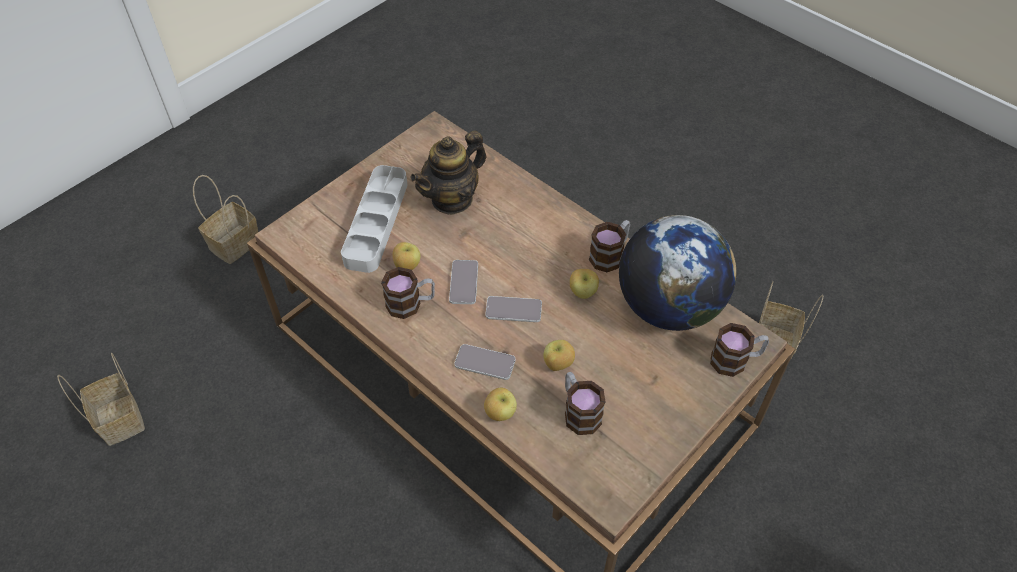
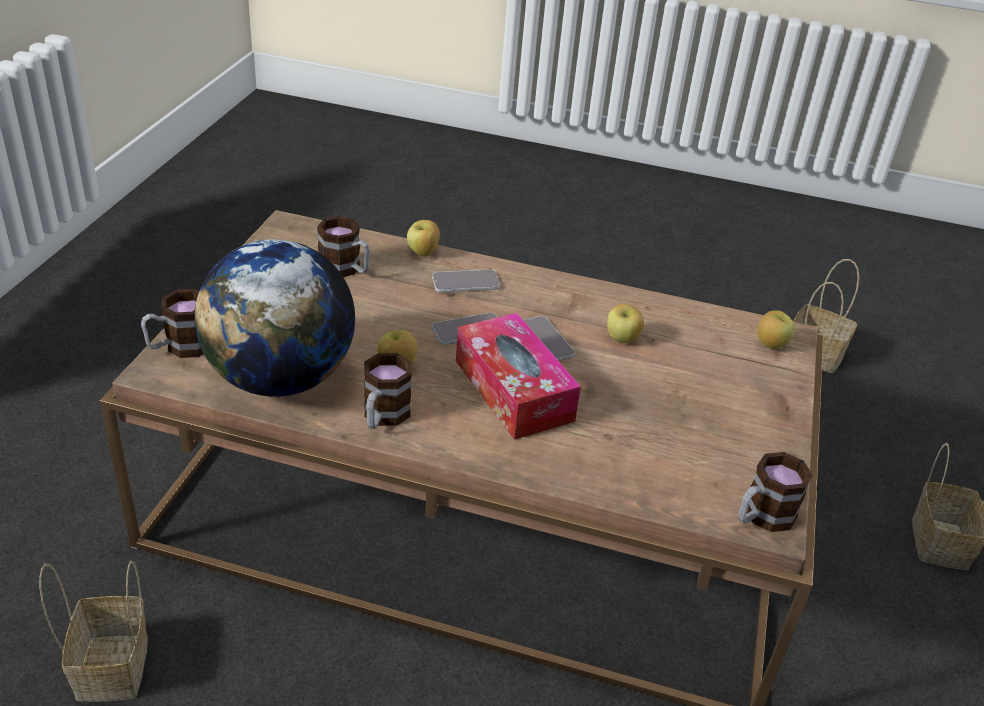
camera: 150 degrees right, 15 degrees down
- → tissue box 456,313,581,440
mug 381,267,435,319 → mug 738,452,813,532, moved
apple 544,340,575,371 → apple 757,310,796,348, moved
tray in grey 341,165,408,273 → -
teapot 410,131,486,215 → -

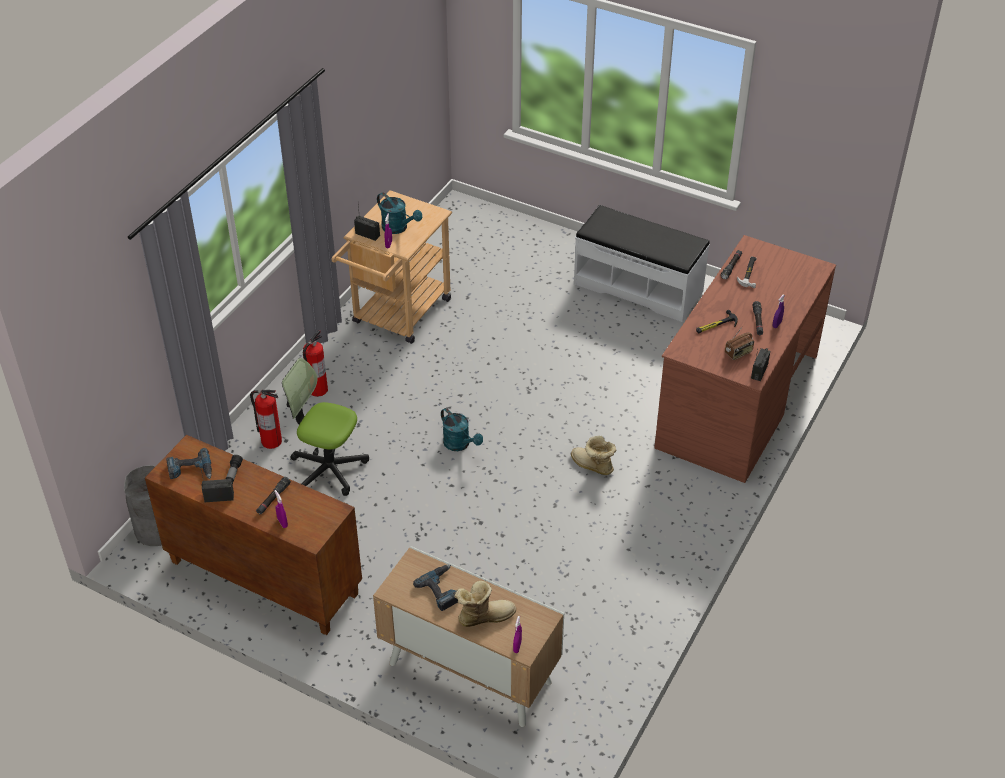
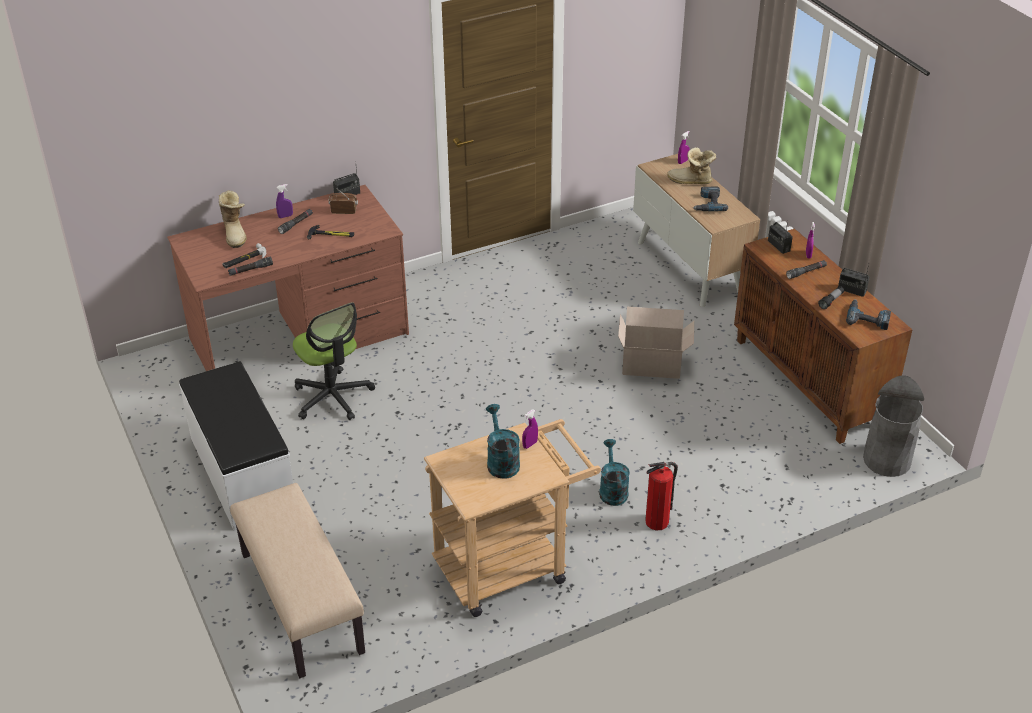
camera: 145 degrees left, 5 degrees down
boot 571,435,617,475 → boot 219,190,247,248, moved
- → bench in beige 230,483,365,678
office chair 282,358,369,496 → office chair 293,302,375,420, moved
watering can in turquoise 441,408,483,451 → watering can in turquoise 599,439,630,506, moved
- → cardboard box 618,307,694,379
radio 354,205,380,241 → radio 768,220,793,254, moved
fire extinguisher 250,390,282,449 → -

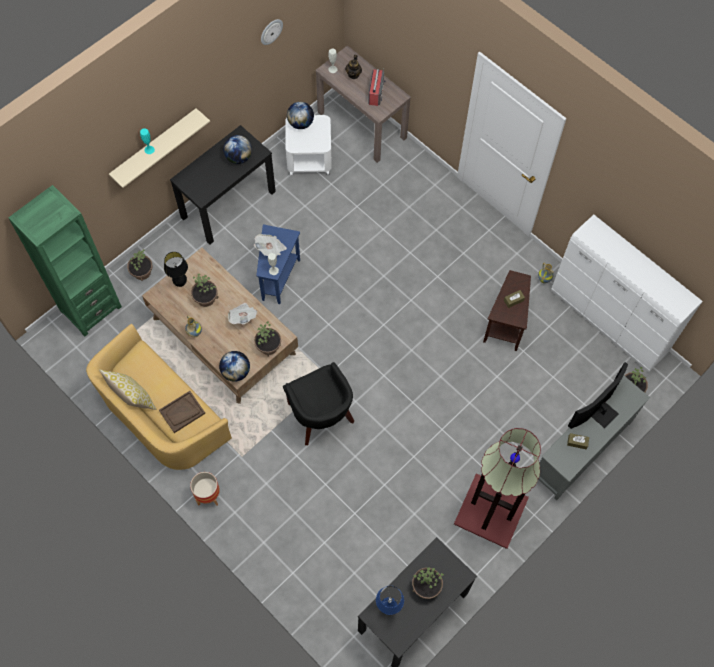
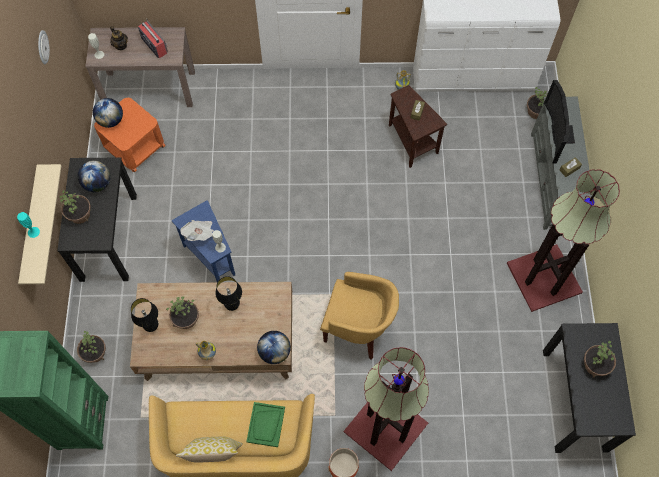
camera: 45 degrees left, 0 degrees up
potted plant 254,321,281,357 → potted plant 59,190,91,224, moved
side table in white 285,115,332,175 → side table in orange 94,98,166,172
newspaper 228,303,257,325 → table lamp in black 215,276,242,311
tray in brown 159,391,205,433 → tray in green 246,402,285,447
armchair in black 283,362,354,445 → armchair in yellow 320,272,399,360
- → floor lamp 344,347,429,471
table lamp in blue 376,586,404,615 → -

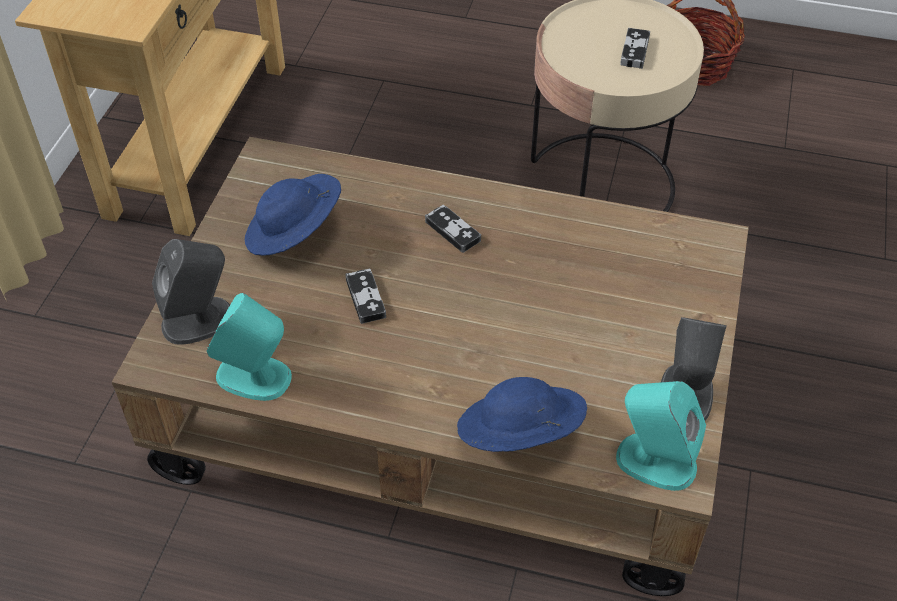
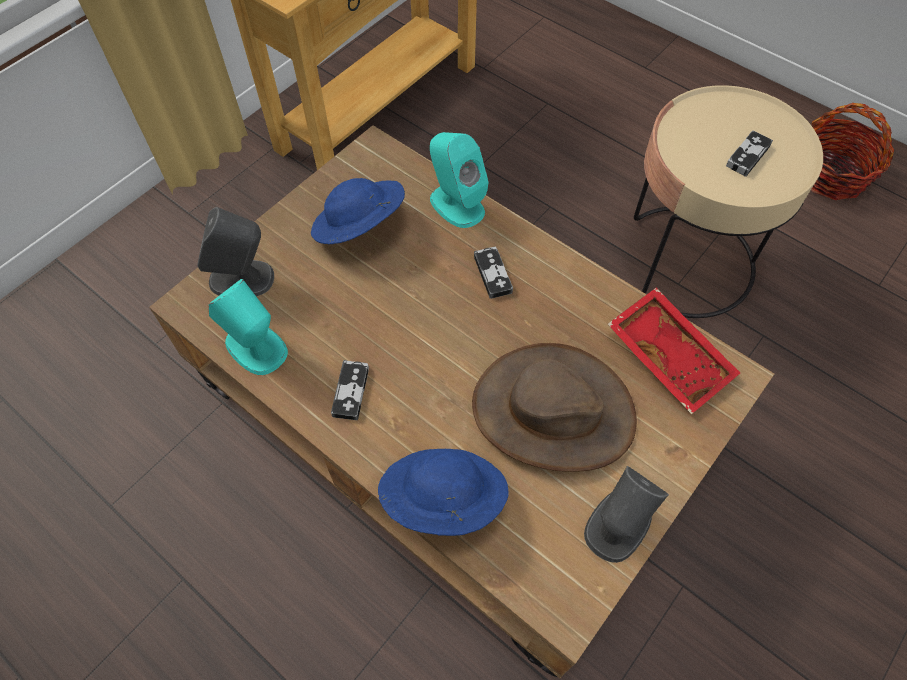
camera: 25 degrees right, 10 degrees up
game controller 345,269,386,324 → game controller 331,360,369,420, moved
speaker in turquoise 616,381,706,491 → speaker in turquoise 430,132,489,228, moved
- → hat in brown 472,343,637,472
- → tray in red 608,287,740,414

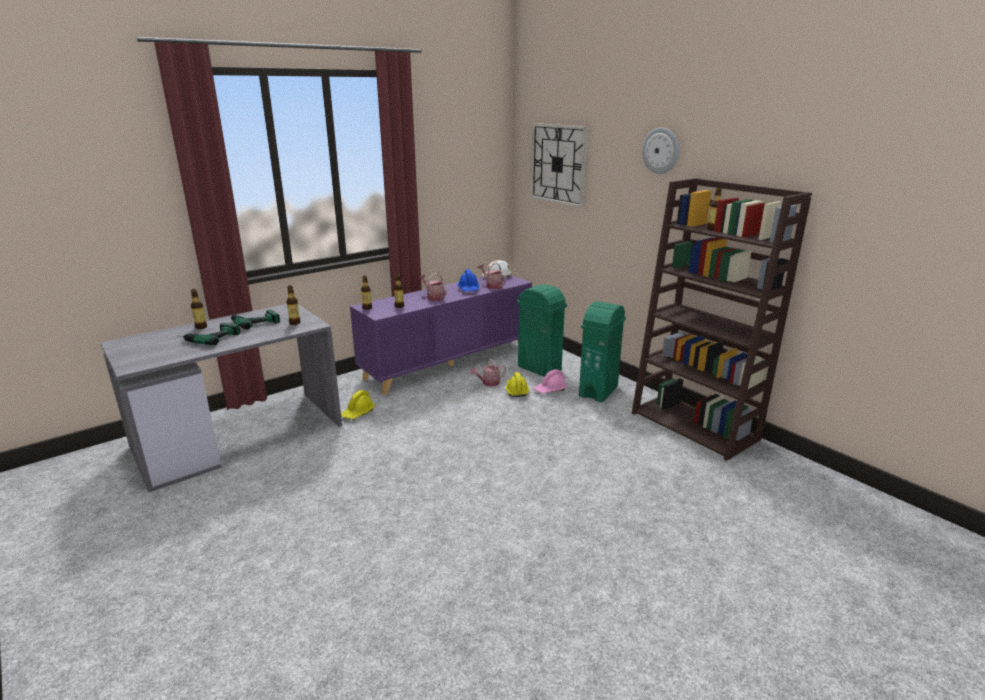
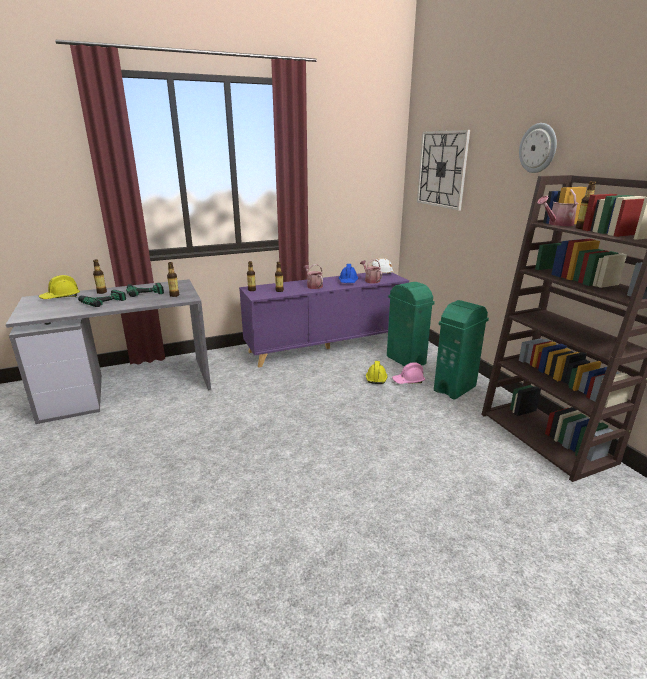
camera: 15 degrees right, 0 degrees up
hard hat in yellow 341,390,375,419 → hard hat in yellow 39,275,80,299, moved
watering can 470,359,506,387 → watering can 537,189,579,226, moved

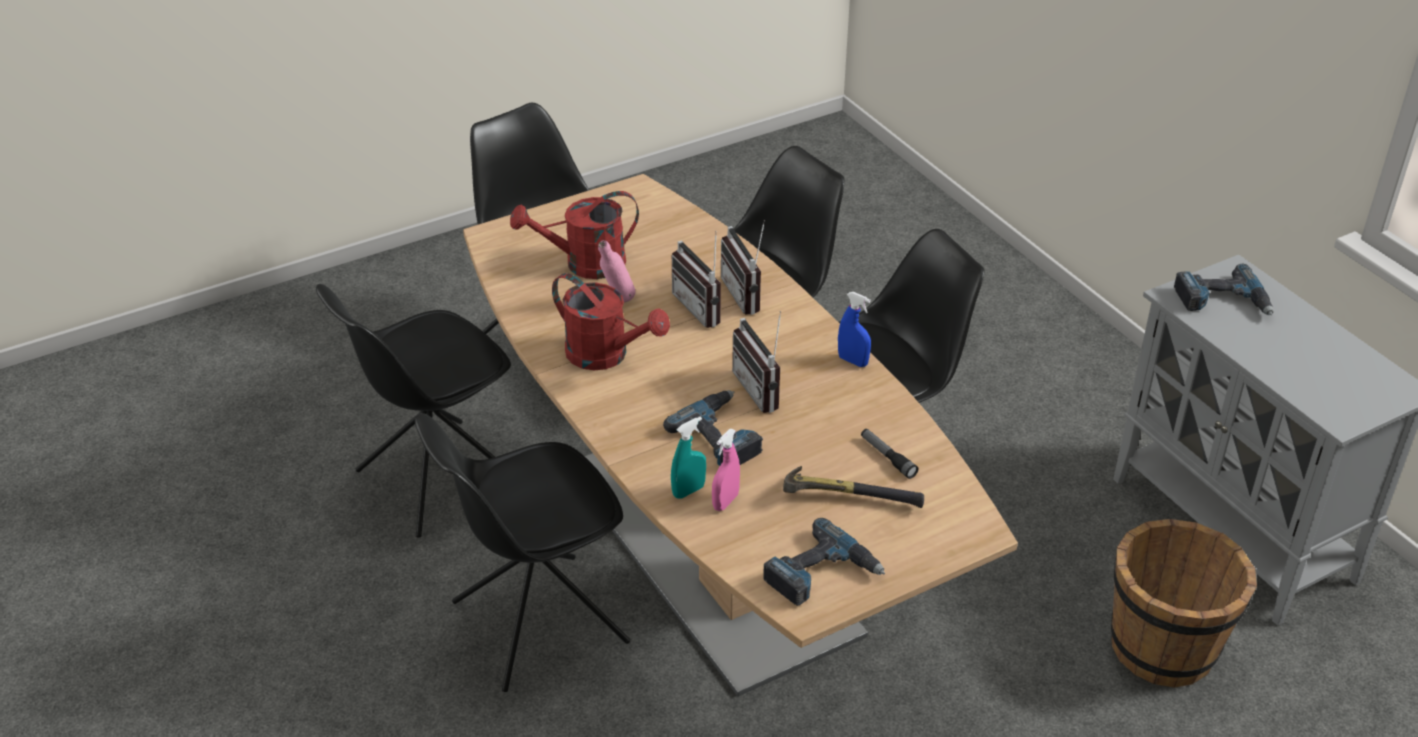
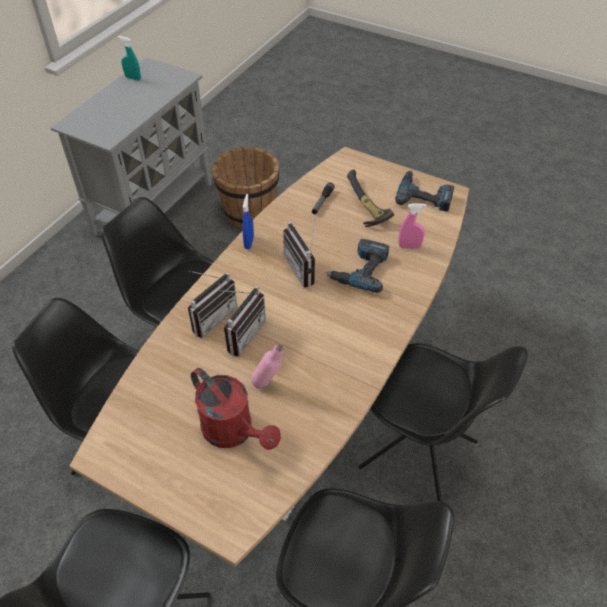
camera: 120 degrees left, 10 degrees up
spray bottle in turquoise 671,416,706,499 → spray bottle in turquoise 118,36,141,81, moved
radio 732,311,781,413 → radio 283,218,316,287, 120 degrees clockwise
watering can in red 552,273,670,370 → -
power drill 1174,264,1273,315 → -

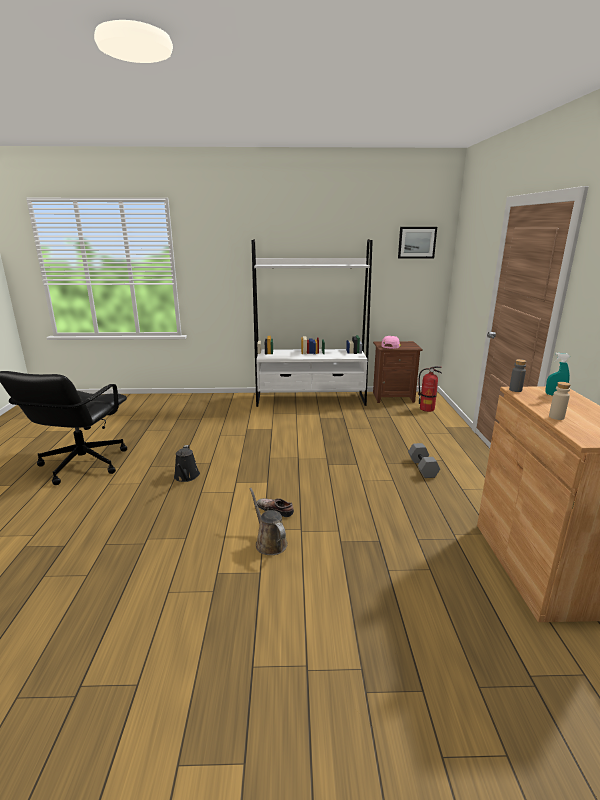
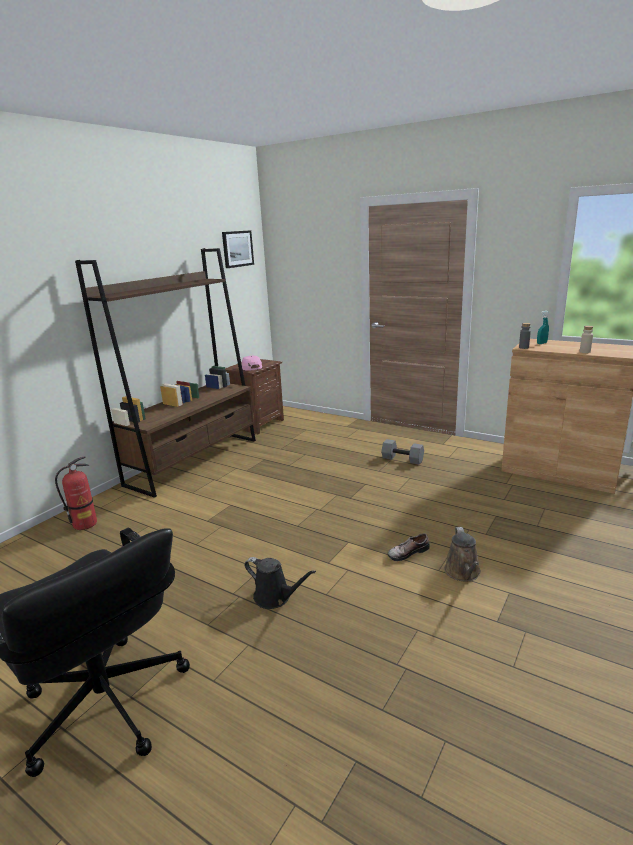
camera: 55 degrees left, 0 degrees up
fire extinguisher 418,366,442,412 → fire extinguisher 55,456,97,530, moved
bookcase in white 252,239,373,407 → bookcase in brown 75,248,256,498
watering can in brown 250,488,287,555 → watering can in brown 444,527,481,581, 90 degrees counterclockwise

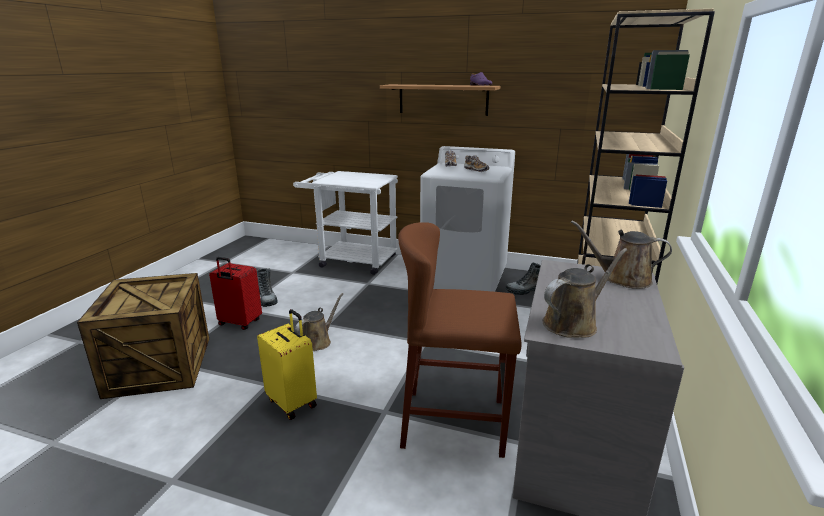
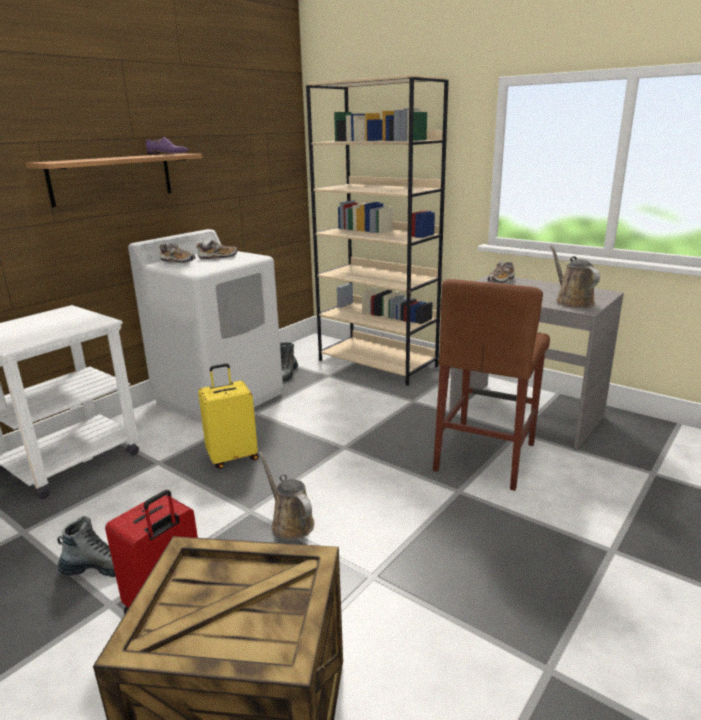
camera: 70 degrees left, 0 degrees up
suitcase in yellow 257,309,317,420 → suitcase in yellow 198,364,259,469, moved
watering can in brown 571,221,672,289 → shoe 487,262,515,283

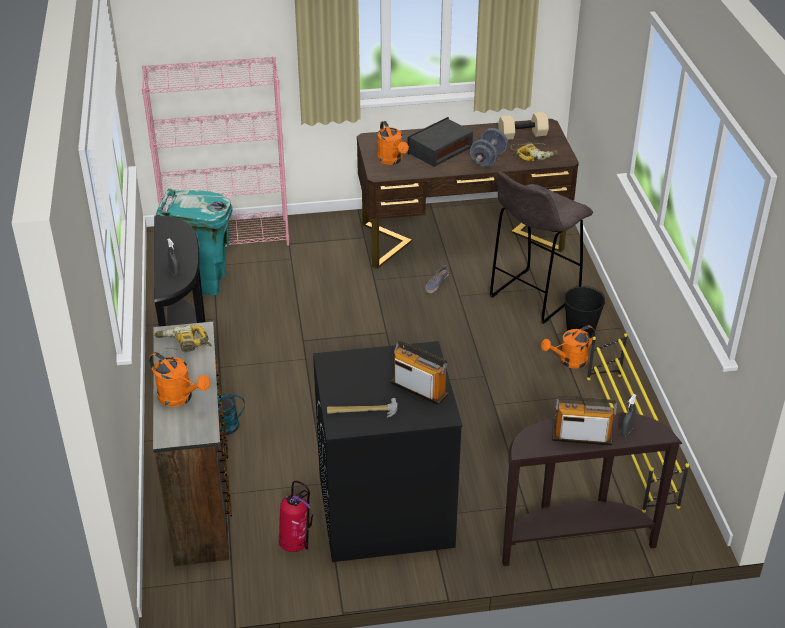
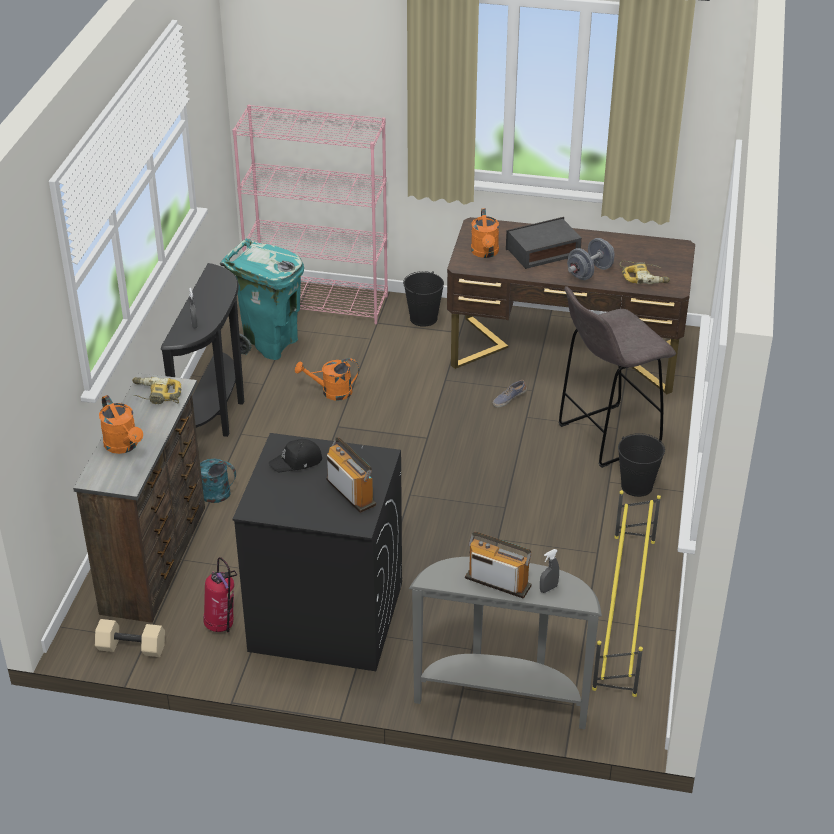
camera: 20 degrees right, 0 degrees up
dumbbell in beige 498,112,549,140 → dumbbell in beige 95,619,165,657, moved
- → cap in black 269,439,322,472
watering can in orange 541,325,595,369 → watering can in orange 295,358,359,401, moved
- → bucket in black 403,271,444,327
console table in brown 502,412,682,566 → console table in grey 409,557,602,729
hammer 327,398,398,418 → -

